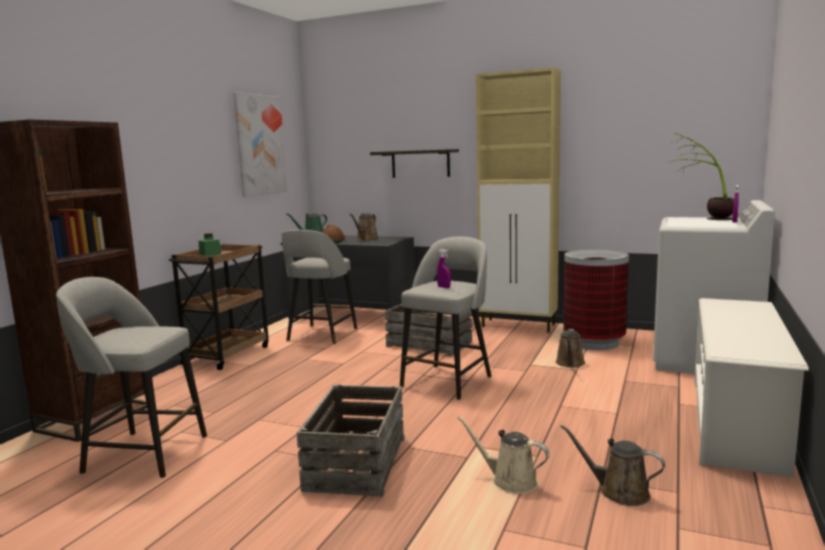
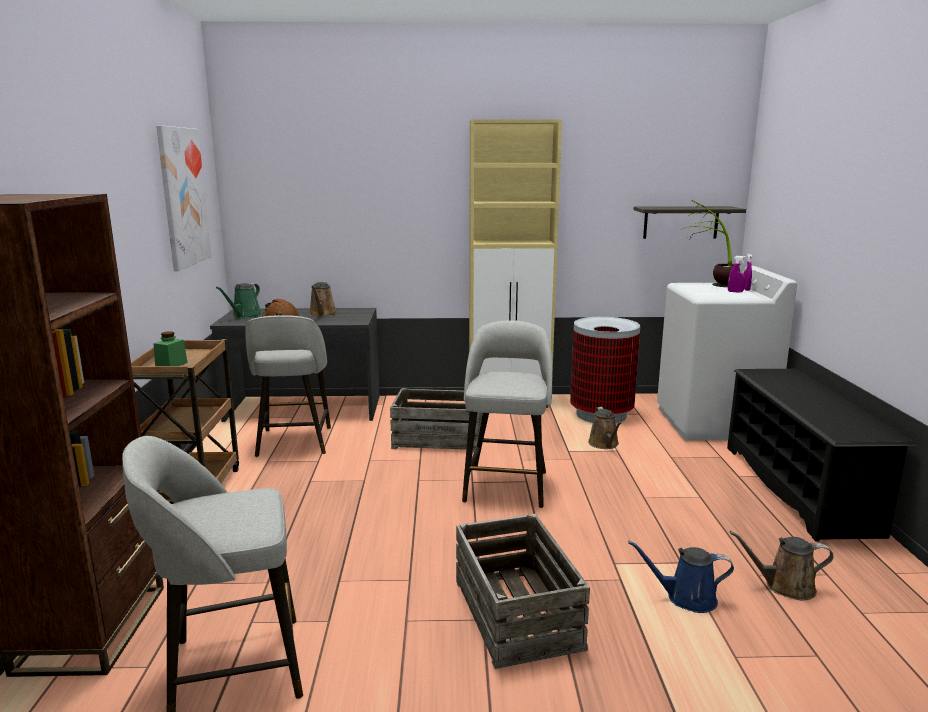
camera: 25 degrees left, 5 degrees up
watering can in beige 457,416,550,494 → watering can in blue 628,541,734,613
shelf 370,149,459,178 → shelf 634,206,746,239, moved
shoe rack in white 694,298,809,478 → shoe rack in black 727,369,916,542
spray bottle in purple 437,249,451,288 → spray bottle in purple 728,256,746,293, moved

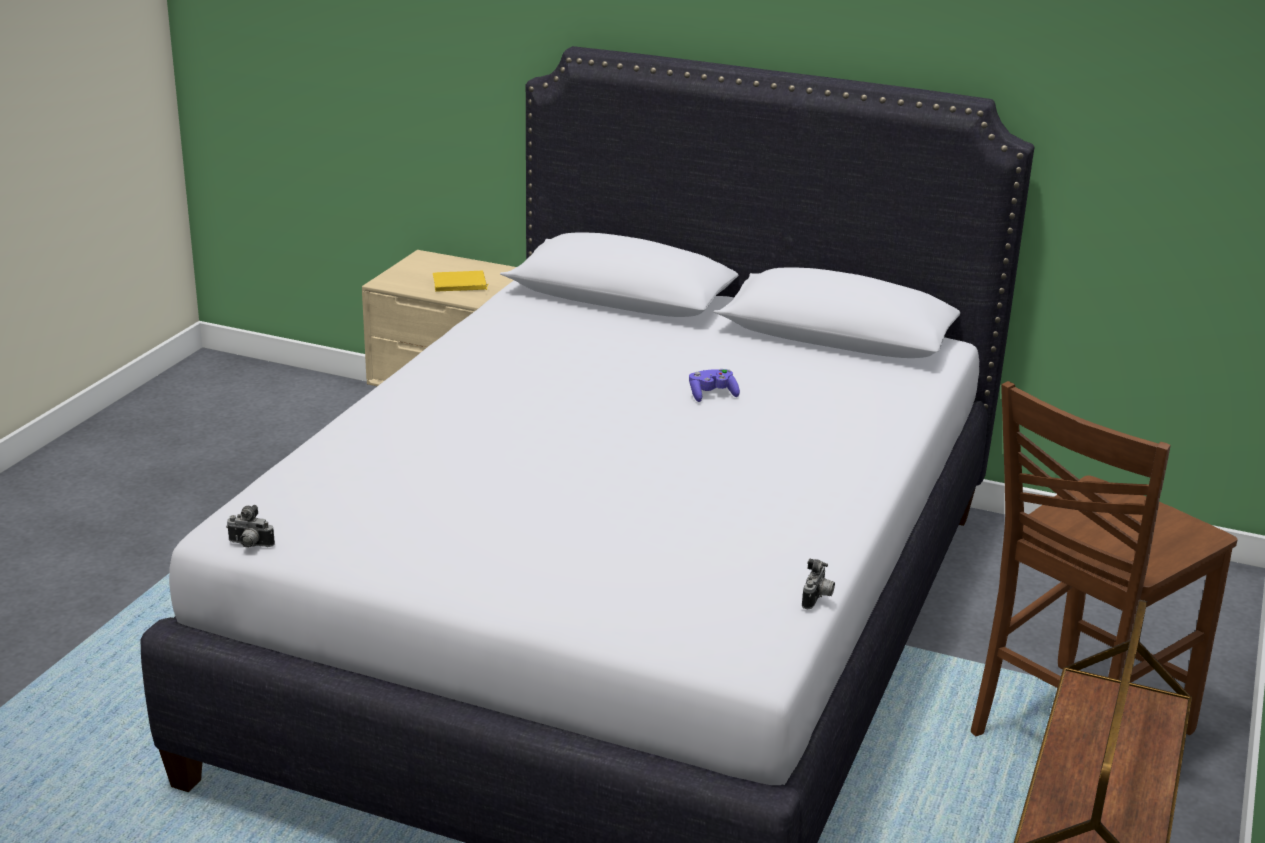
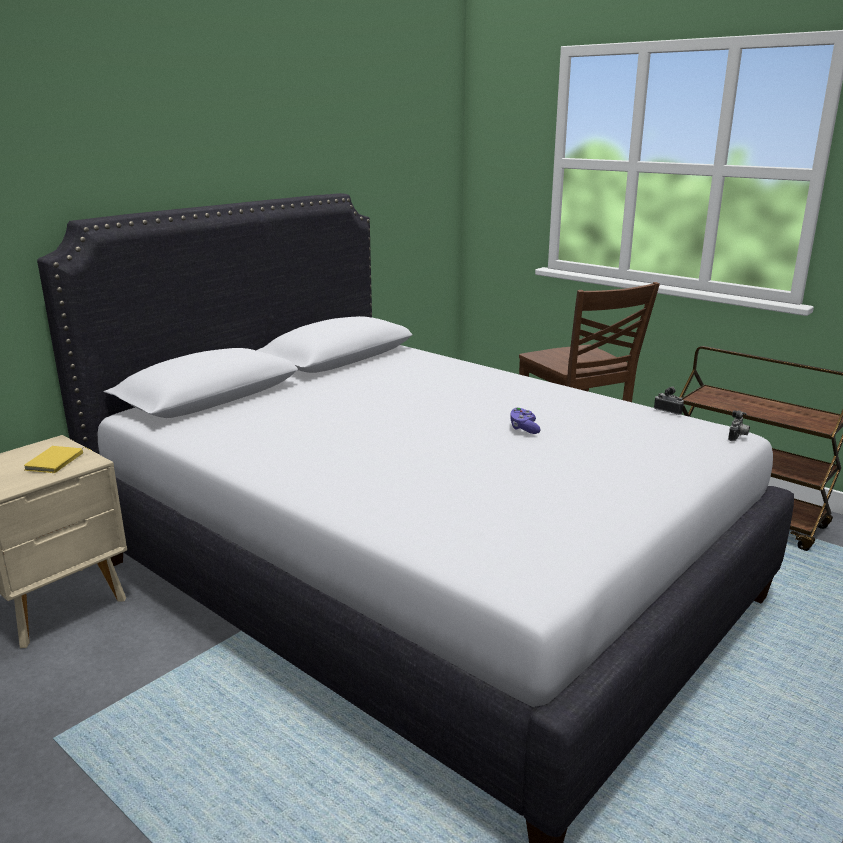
camera: 70 degrees left, 5 degrees down
game controller in purple 689,369,740,402 → game controller in purple 510,407,541,434, moved
photo camera 226,505,275,548 → photo camera 728,410,750,441, moved

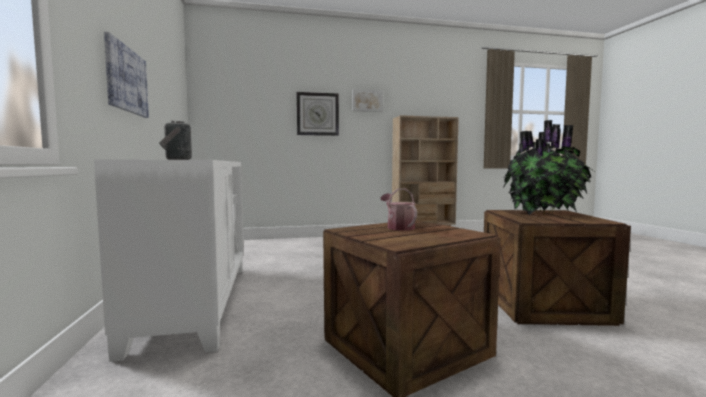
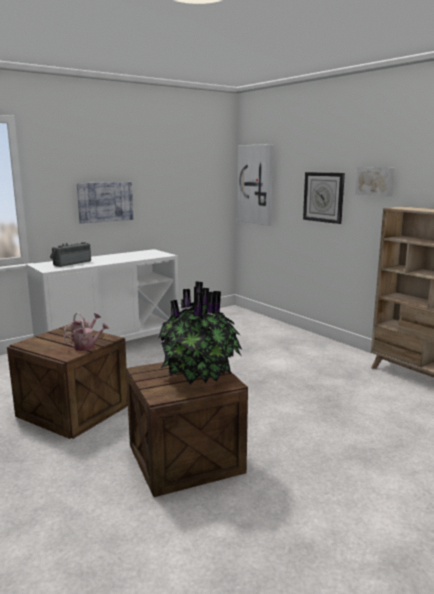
camera: 65 degrees right, 10 degrees up
- → watering can 64,320,109,351
- → picture 237,144,274,226

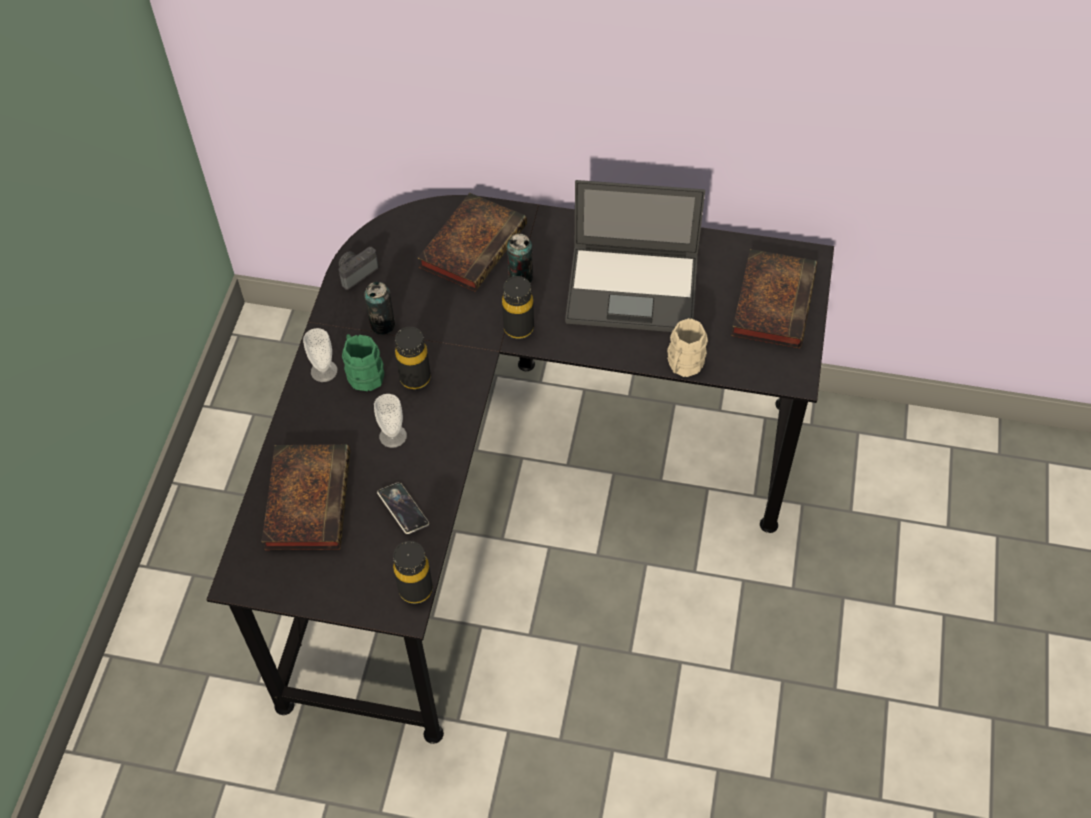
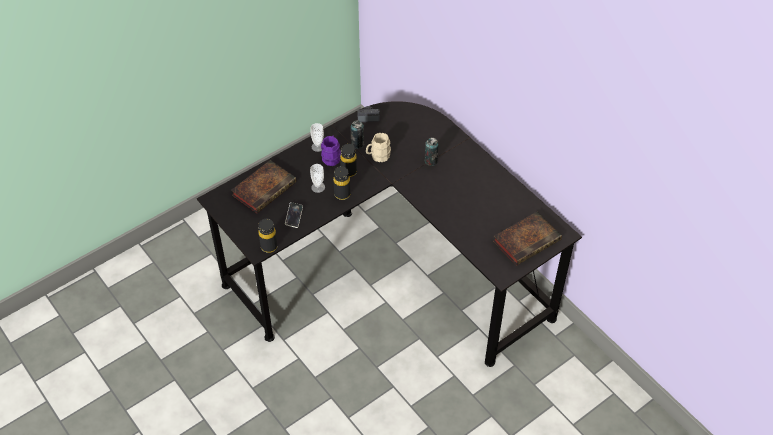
camera: 40 degrees right, 5 degrees down
mug in green 342,334,384,391 → mug in purple 321,136,341,166
bottle in black 502,276,534,339 → bottle in black 333,166,351,200, moved
mug in beige 667,318,708,377 → mug in beige 366,133,391,162, moved
book 418,193,527,292 → -
laptop 565,180,705,332 → -

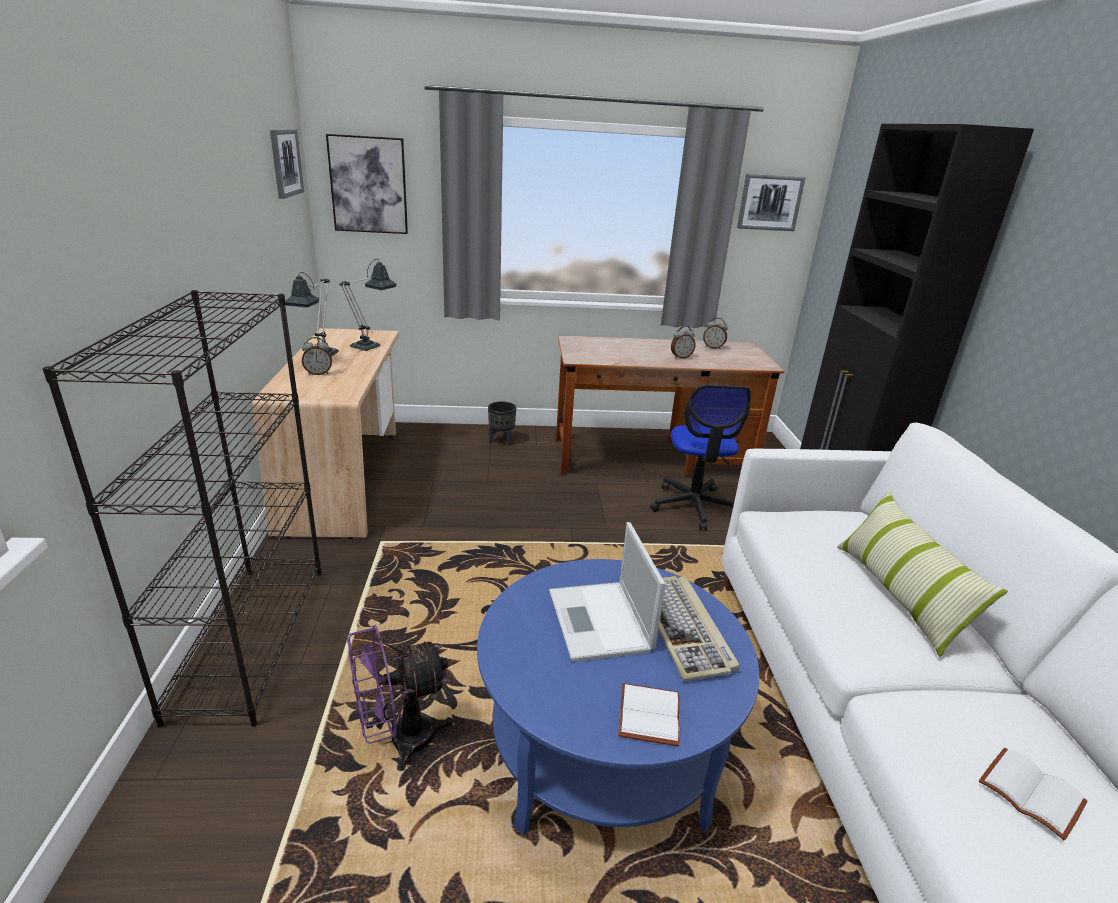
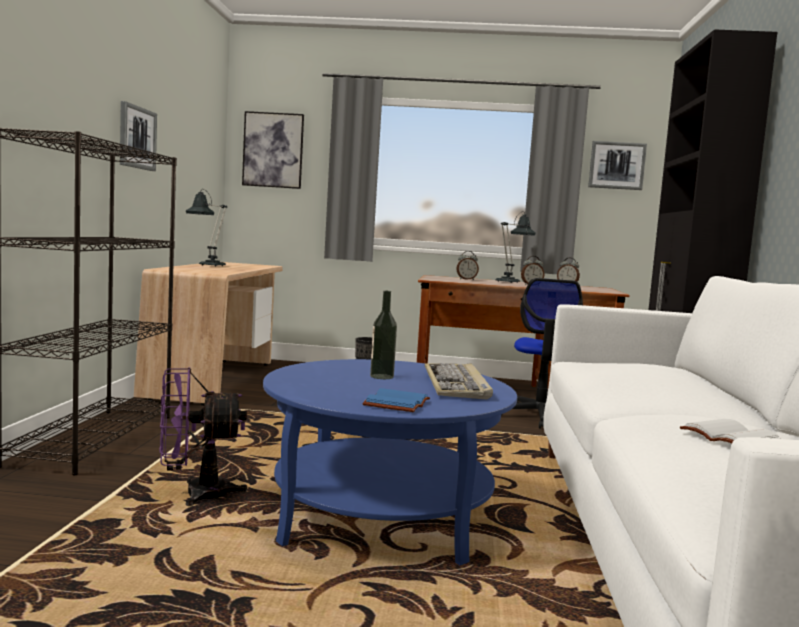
camera: 10 degrees right, 20 degrees down
picture 270,129,304,199 → picture 120,101,157,171, moved
book in white 618,683,680,746 → book in blue 362,388,430,412
laptop 549,522,666,662 → bottle 370,291,397,379
alarm clock 302,337,332,375 → alarm clock 456,251,479,280, moved
table lamp 339,259,396,351 → table lamp 495,211,536,283, moved
pillow 837,491,1008,657 → -

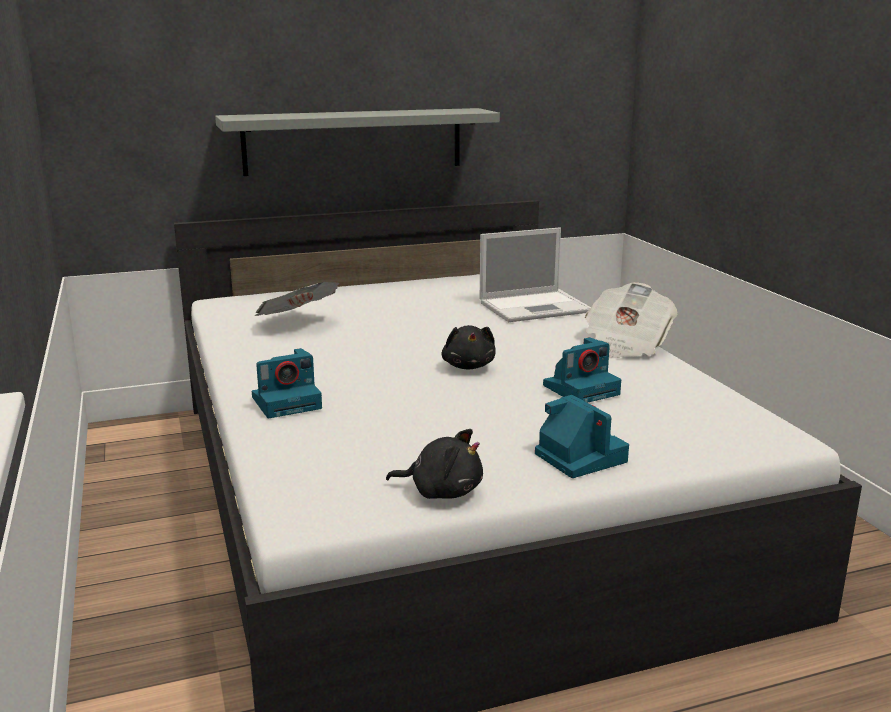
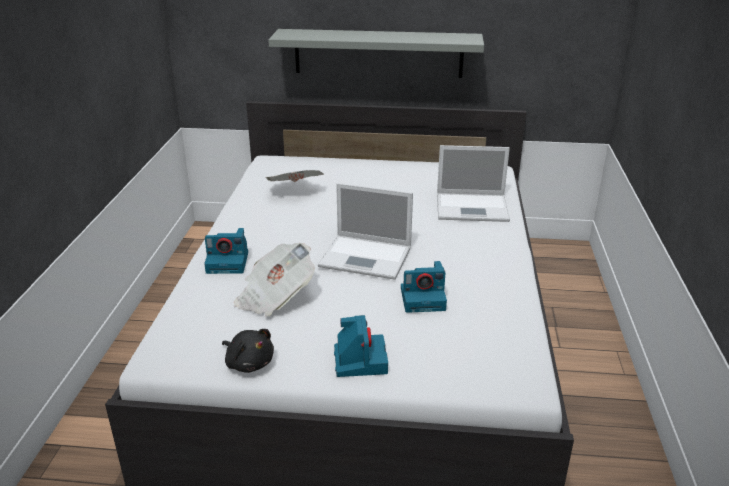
camera: 25 degrees right, 10 degrees up
newspaper 585,282,678,359 → newspaper 234,243,315,316, moved
plush toy in black 441,325,496,370 → laptop 318,183,413,280

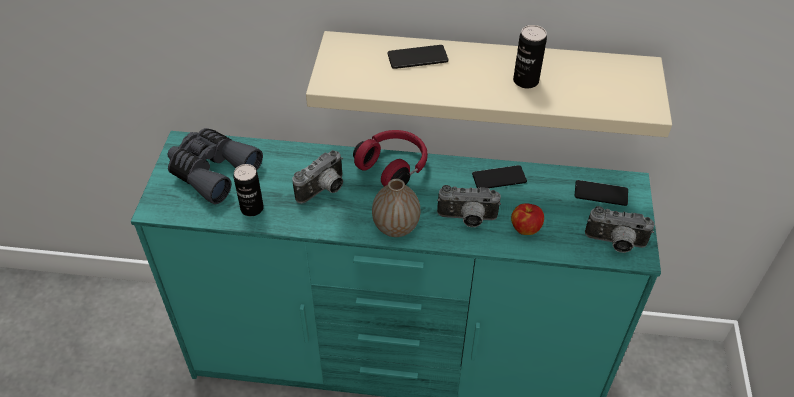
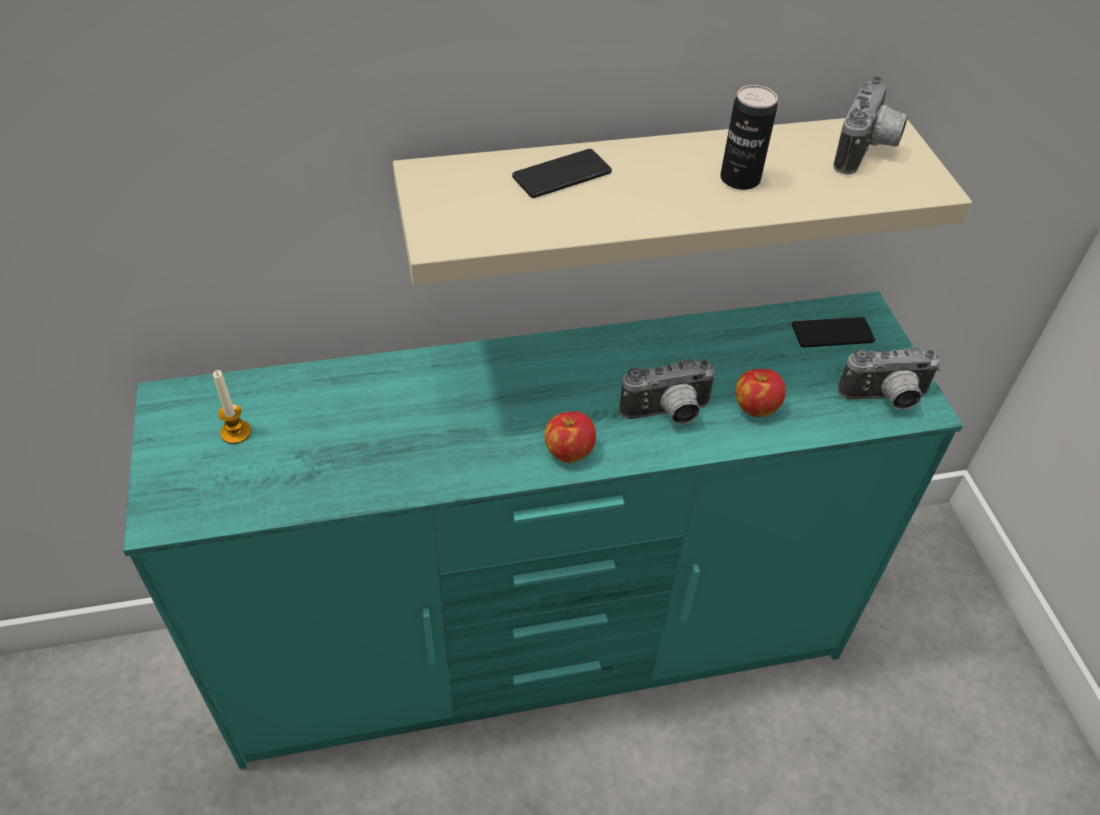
camera: 20 degrees left, 0 degrees up
binoculars in grey 167,128,263,204 → candle 213,370,251,444
vase 372,179,420,237 → apple 544,411,596,463
photo camera 292,150,343,203 → photo camera 834,76,908,174, moved
can 234,164,264,216 → -
headphones in red 353,130,428,187 → -
phone 472,165,527,188 → -

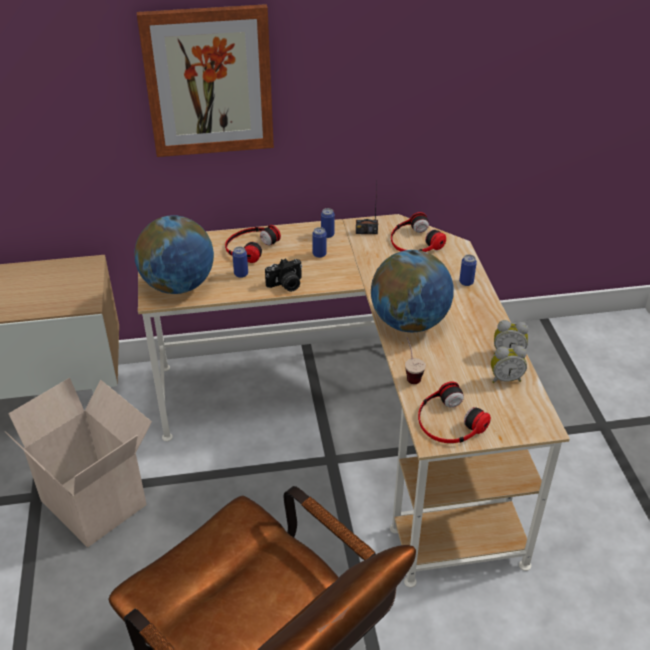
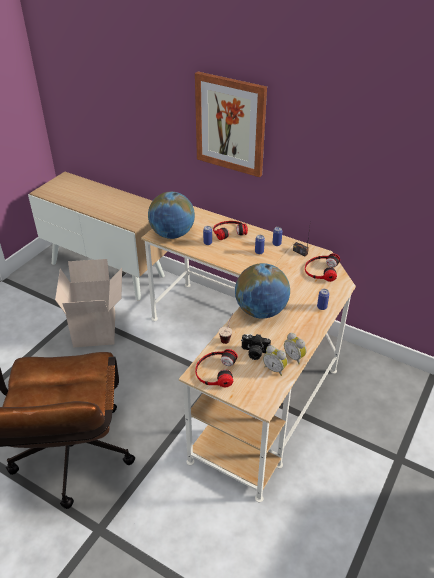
camera: 40 degrees right, 0 degrees up
photo camera 265,258,302,292 → photo camera 241,334,271,360, moved

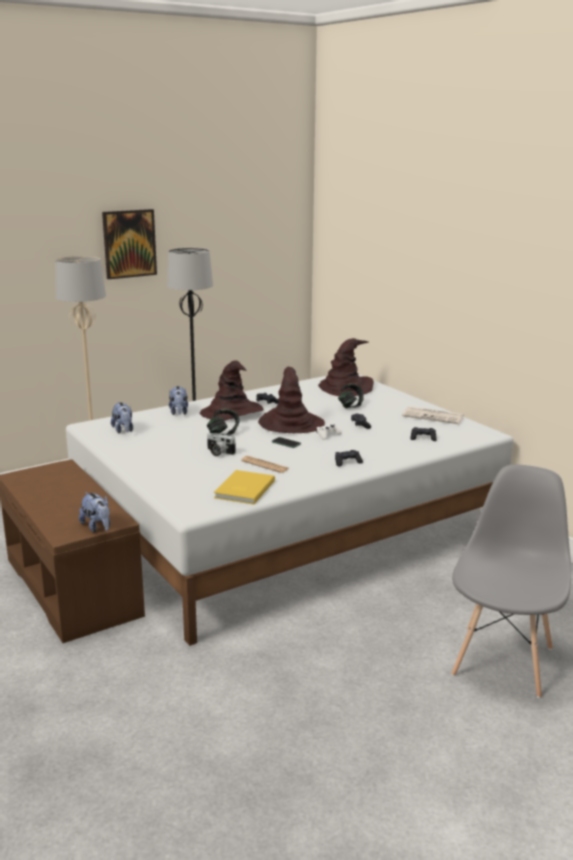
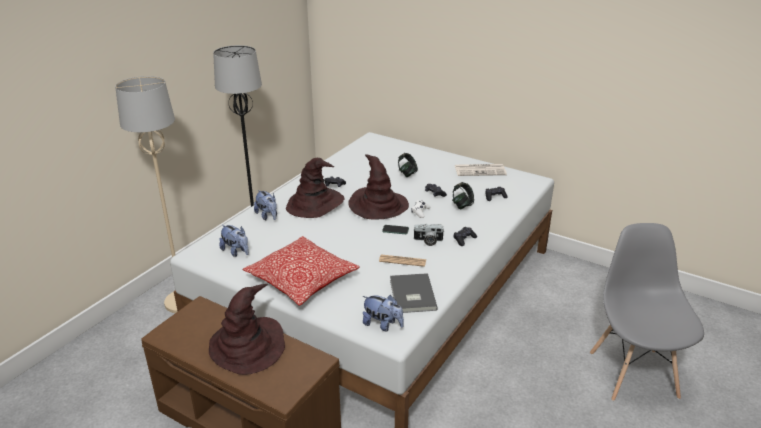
camera: 25 degrees left, 10 degrees up
hat in brown 318,338,374,396 → hat in brown 209,284,285,375, moved
- → pillow 242,236,360,306
plush toy 79,492,110,532 → plush toy 363,295,404,331, moved
book in yellow 214,470,275,505 → book in grey 390,273,438,313
photo camera 207,433,236,456 → photo camera 413,224,445,246, moved
headphones 207,408,240,436 → headphones 452,182,474,210, moved
picture 102,209,157,280 → -

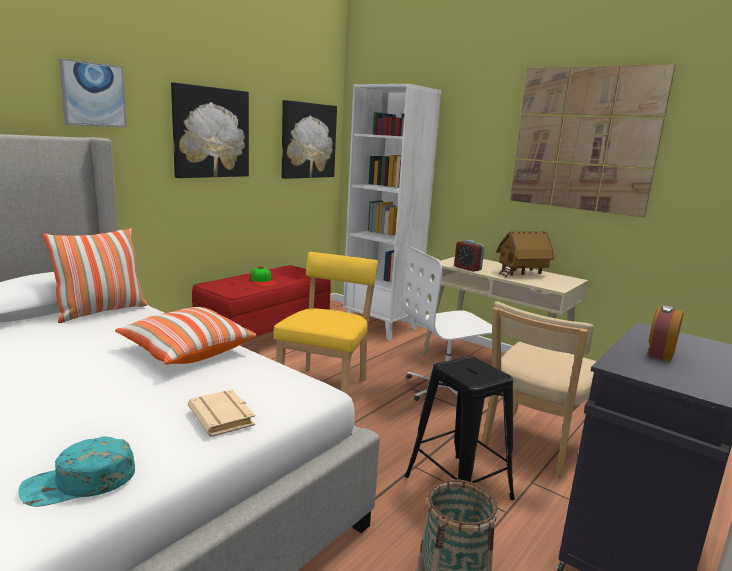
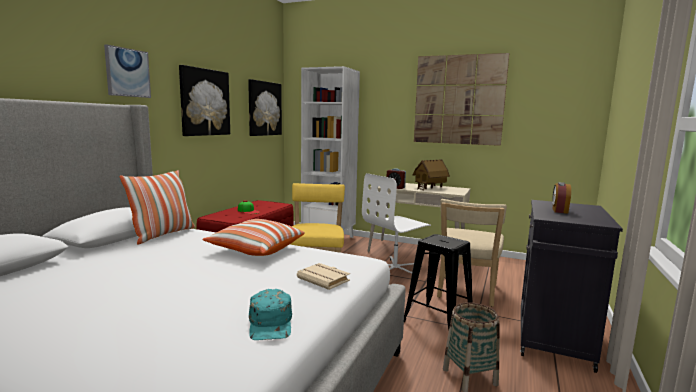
camera: 15 degrees left, 5 degrees down
cap in turquoise 18,436,135,507 → cap in turquoise 249,289,292,340, 60 degrees counterclockwise

